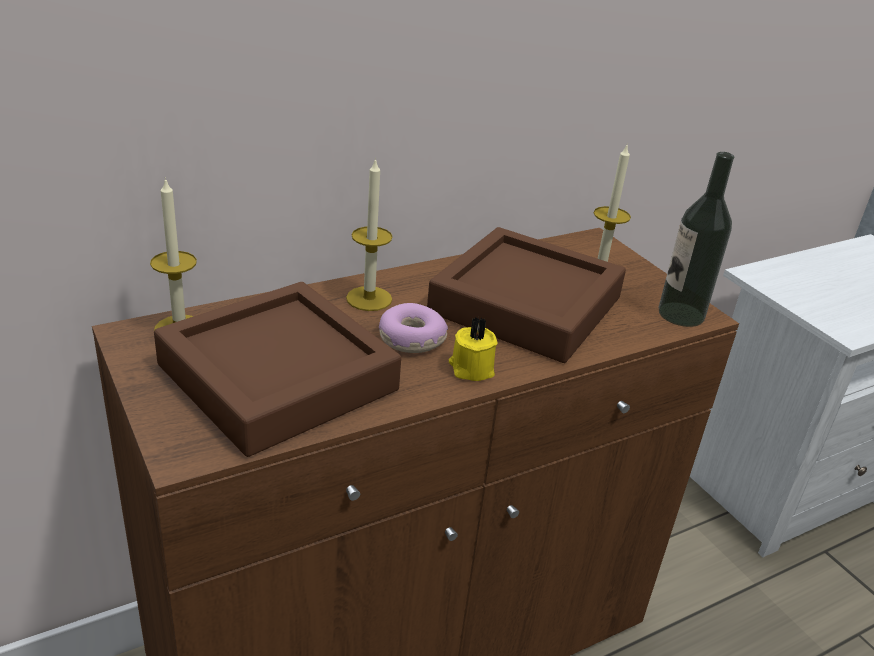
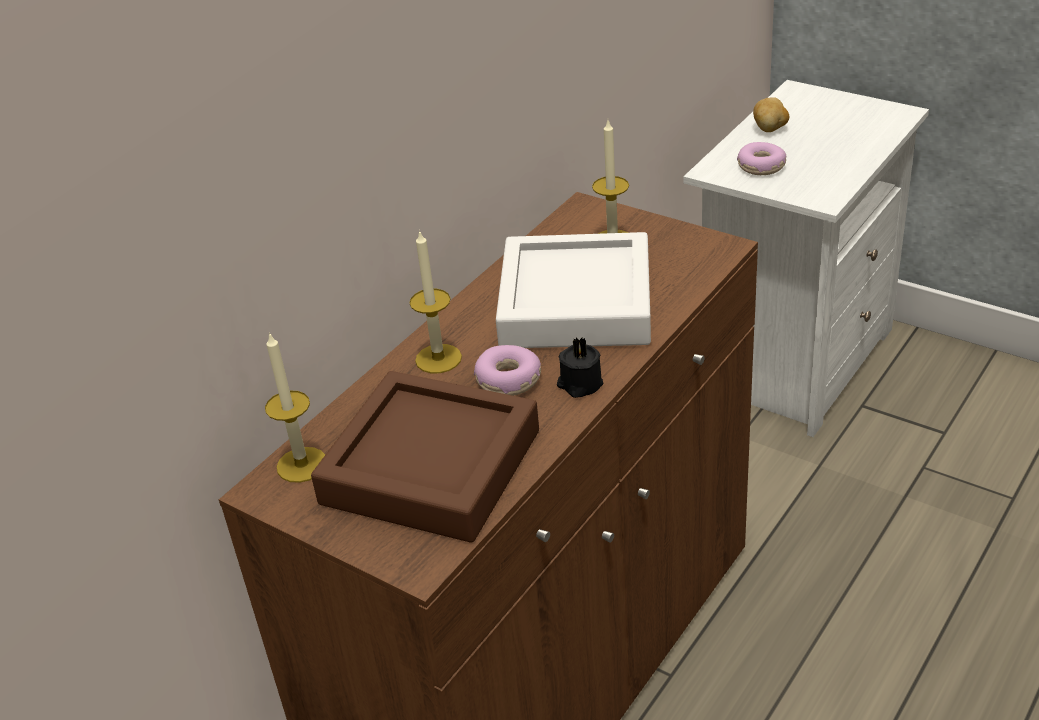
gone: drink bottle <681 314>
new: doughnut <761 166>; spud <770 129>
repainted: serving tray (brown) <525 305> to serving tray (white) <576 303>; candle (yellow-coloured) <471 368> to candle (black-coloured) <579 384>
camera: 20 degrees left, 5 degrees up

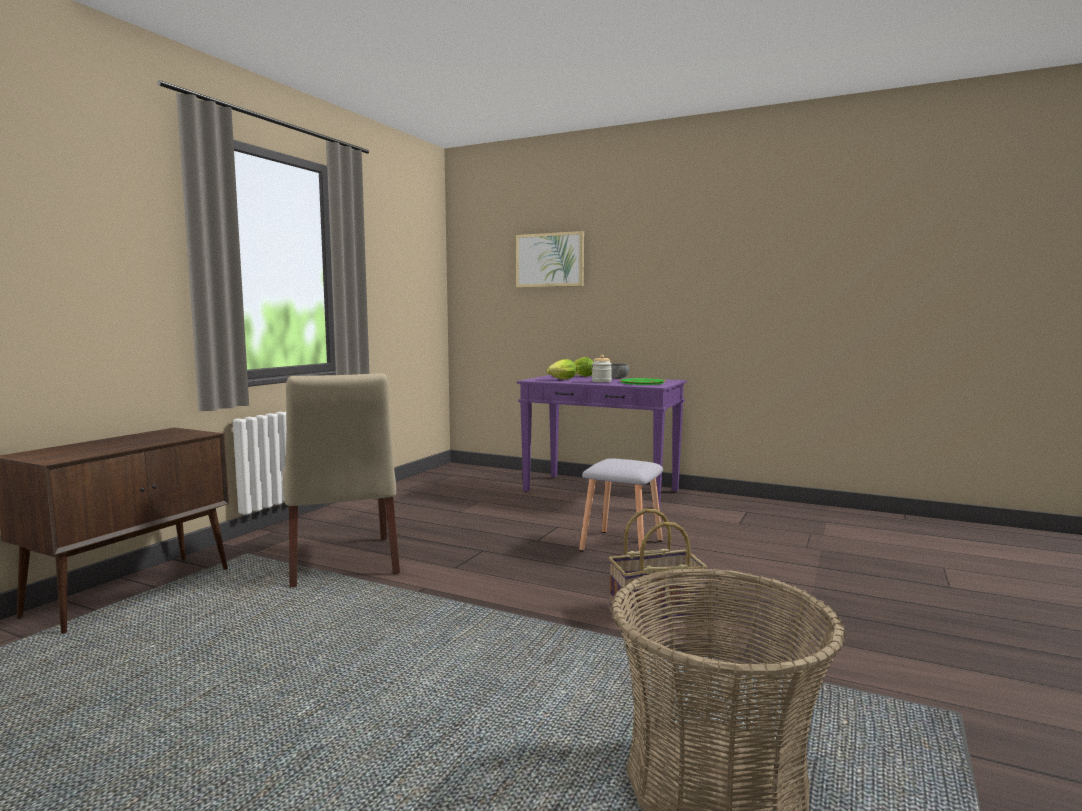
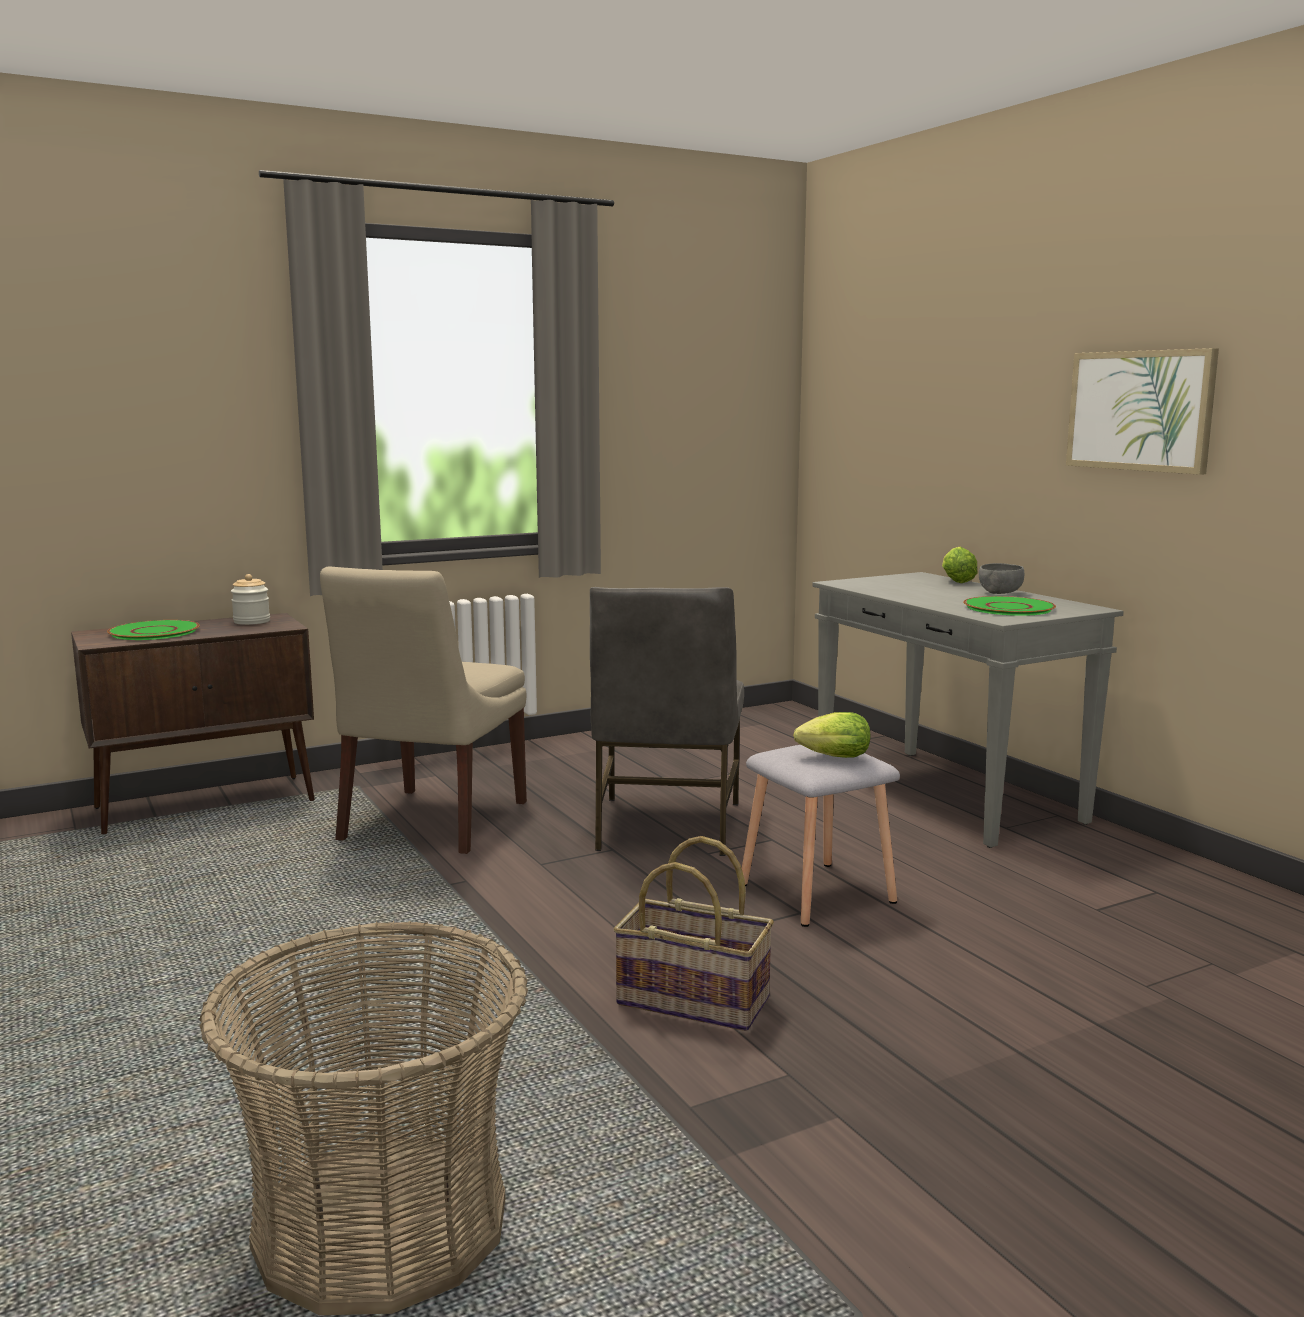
new: dinner plate (green) <154 632>; upright chair (greyish) <665 827>
shifted: picture <550 260> to <1140 410>; lettuce <561 379> to <830 757>; preserve jar <601 381> to <251 621>
repainted: hall table (purplish) <602 491> to hall table (greyish) <948 796>
camera: 35 degrees right, 5 degrees up

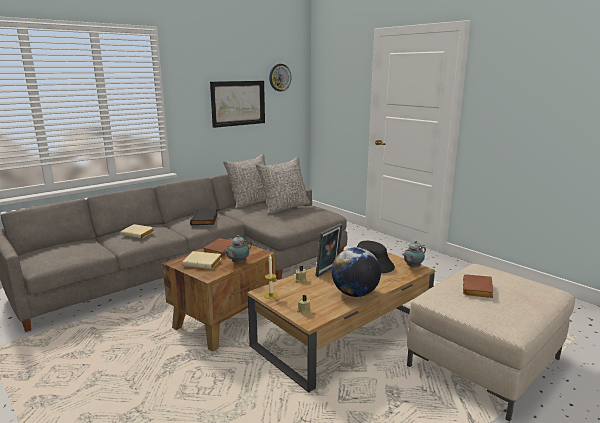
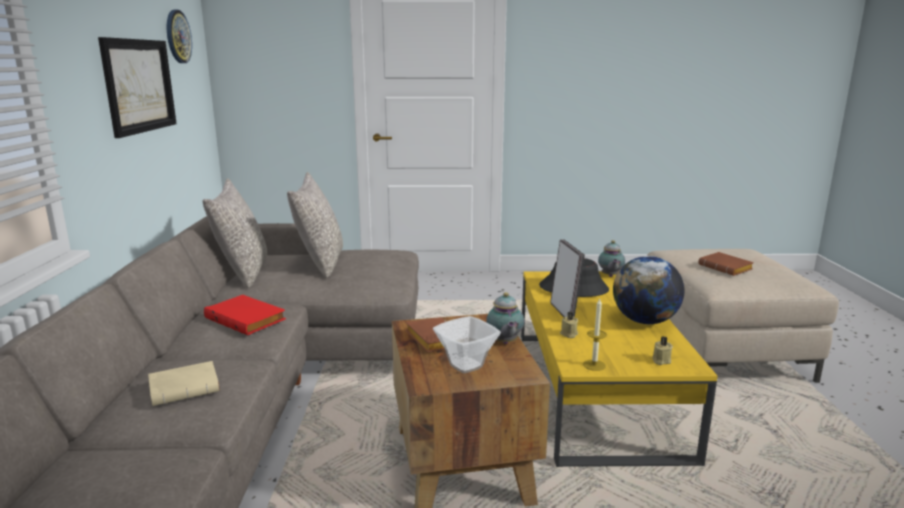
swapped: book (sand-coloured) <203 263> to deep dish <466 365>
repainted: book (black-coloured) <205 219> to book (red) <247 318>; low table (brown) <345 332> to low table (yellow-coloured) <595 389>
camera: 50 degrees left, 0 degrees up

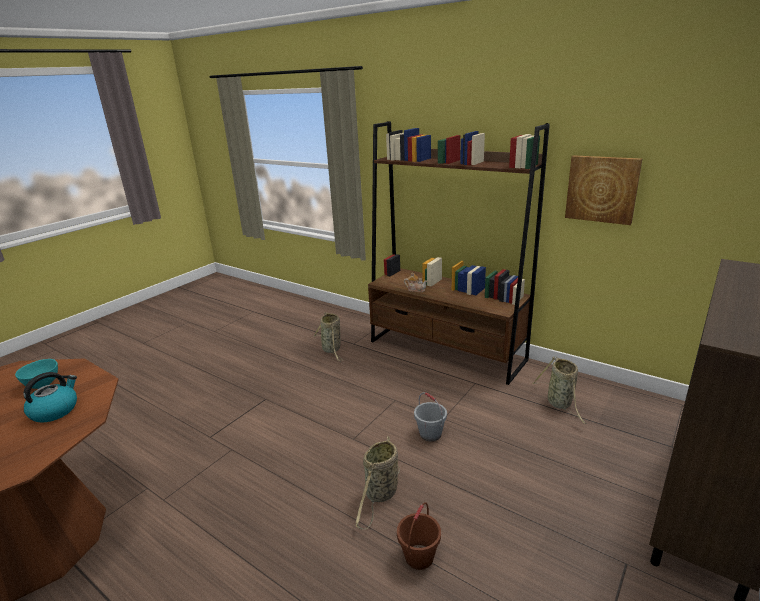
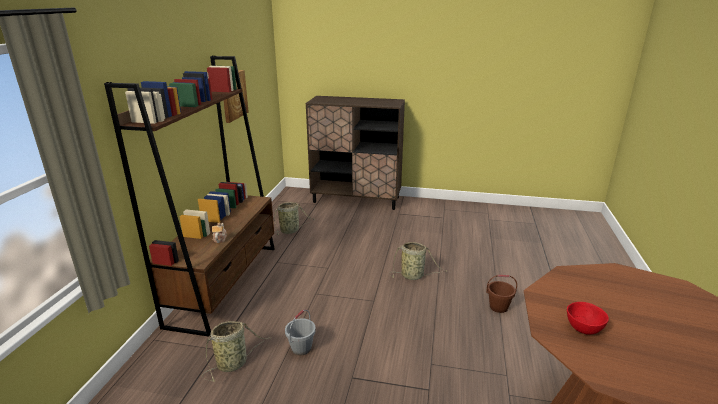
gone: water kettle <55 410>
shifted: water bucket (brown) <419 556> to <498 307>; water bucket (greyish) <430 434> to <301 348>
repainted: deep dish (blue-green) <43 384> to deep dish (red) <582 329>
camera: 115 degrees left, 0 degrees up

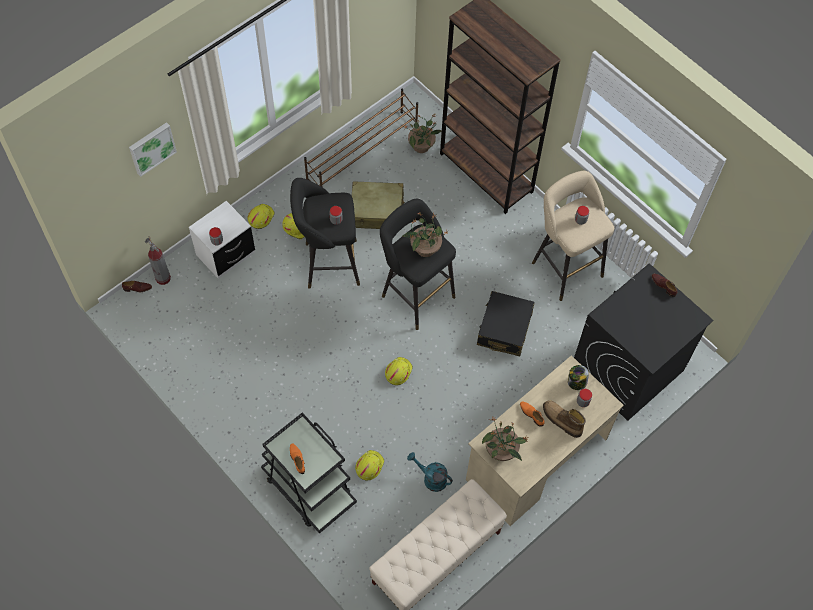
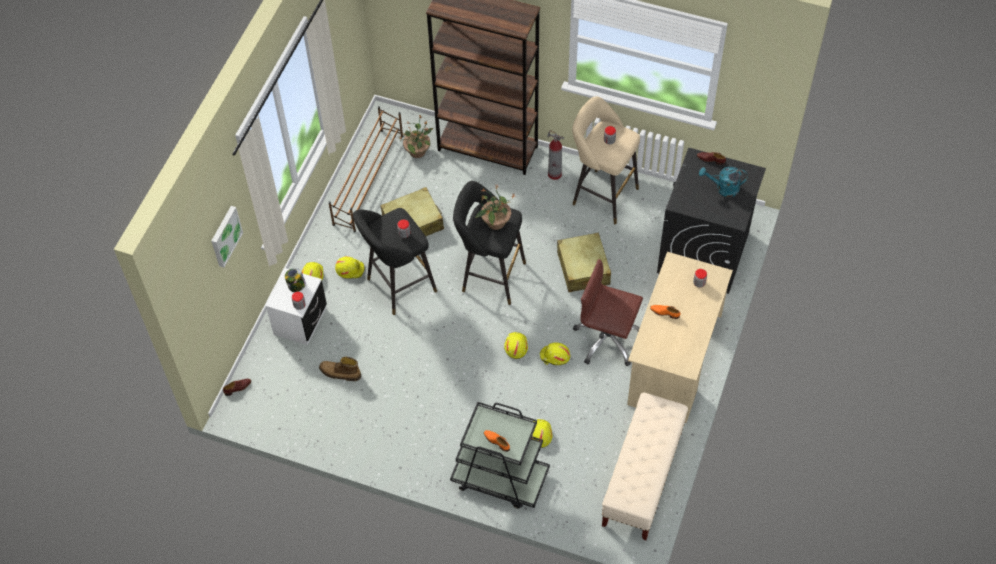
gone: potted plant <501 451>
new: hard hat (yellow-coloured) <555 356>; computer chair (brown) <607 339>
shifted: fire-fighting cylinder <163 278> to <555 174>; watering pot (blue-green) <431 478> to <723 188>; boot <561 420> to <340 373>; preserve jar <576 382> to <296 286>
repainted: piece of luggage (black-coloured) <504 329> to piece of luggage (sand-coloured) <583 268>
camera: 25 degrees left, 5 degrees down

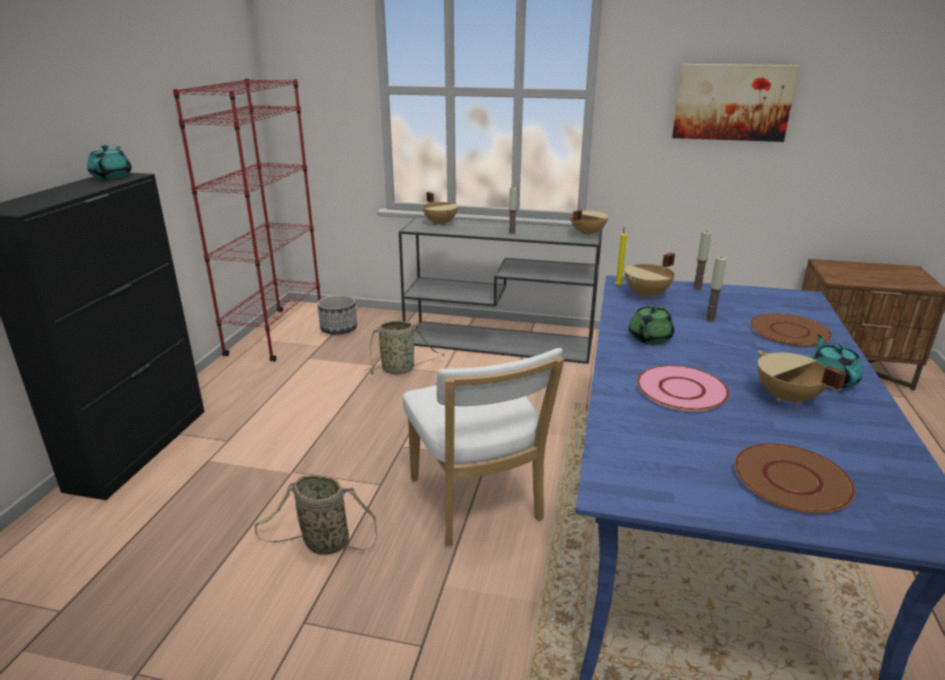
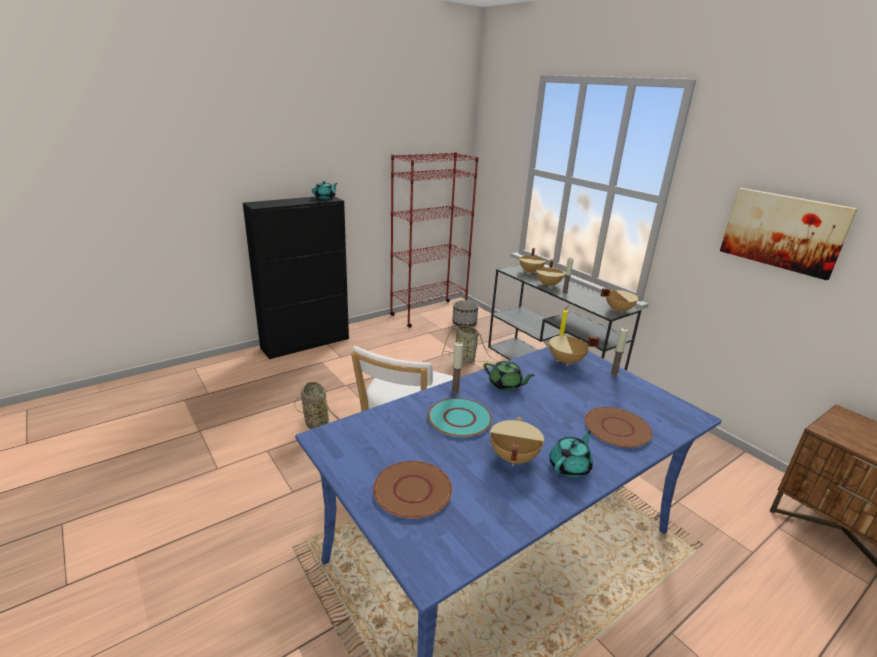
new: stockpot (sand-coloured) <548 285>
shifted: candle <710 319> to <455 391>
repainted: dinner plate (pinkish) <681 389> to dinner plate (blue-green) <459 418>
rotated: teapot (green) <649 338> = <506 385> 135 degrees counterclockwise
camera: 40 degrees right, 0 degrees up

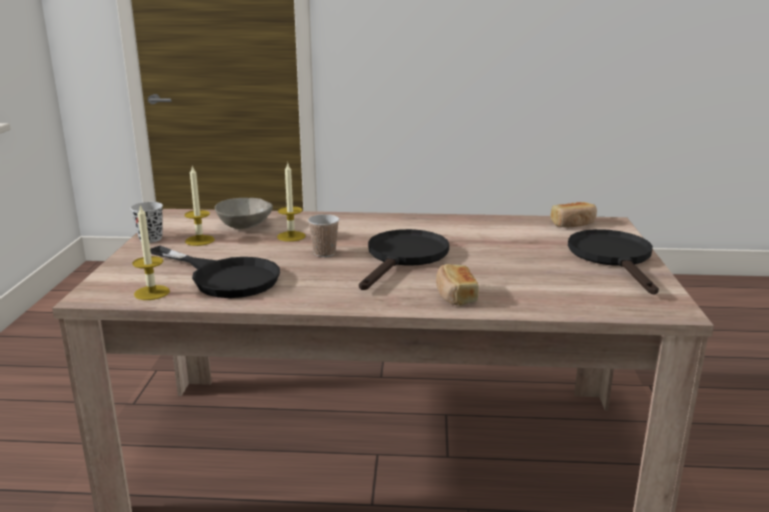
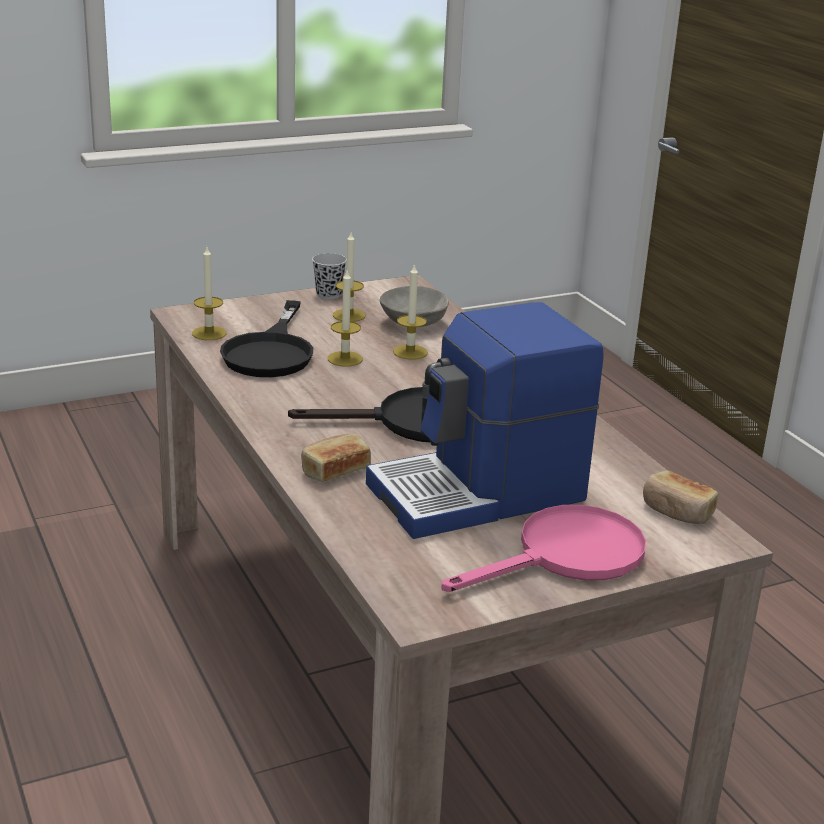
gone: small cup <324 253>
new: candle <345 359>; coffee brewer <479 493>
repainted: frying pan (black-coloured) <614 258> to frying pan (pinkish) <566 556>
camera: 60 degrees right, 5 degrees up

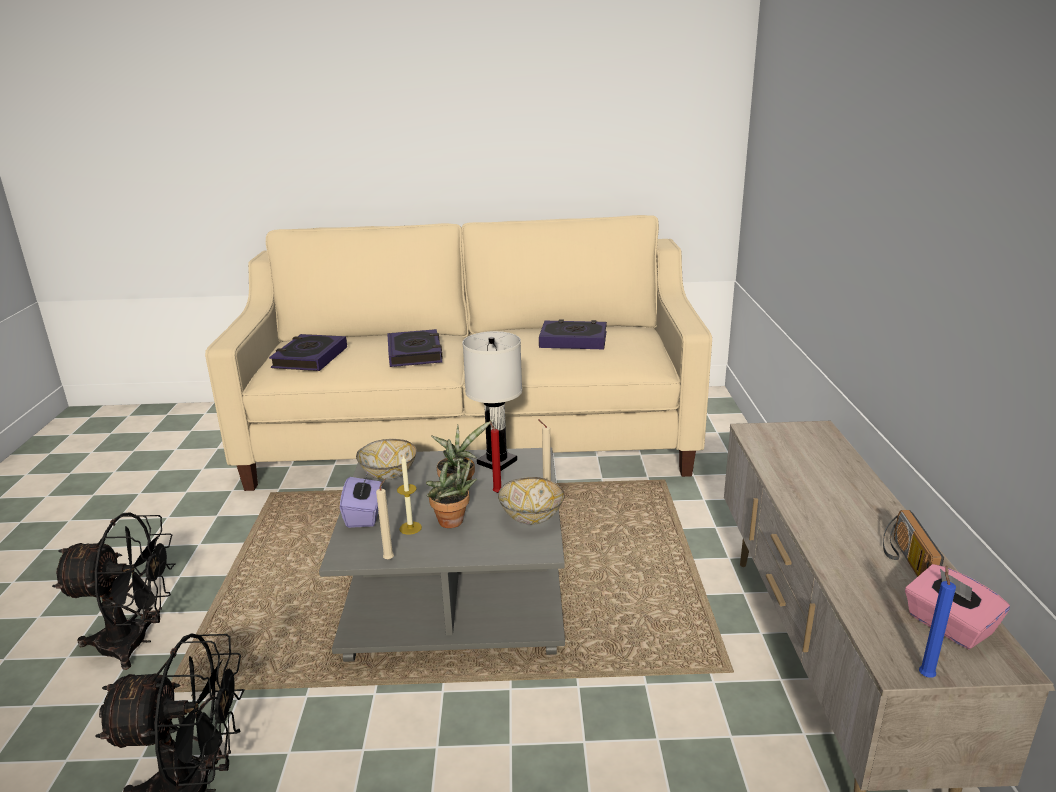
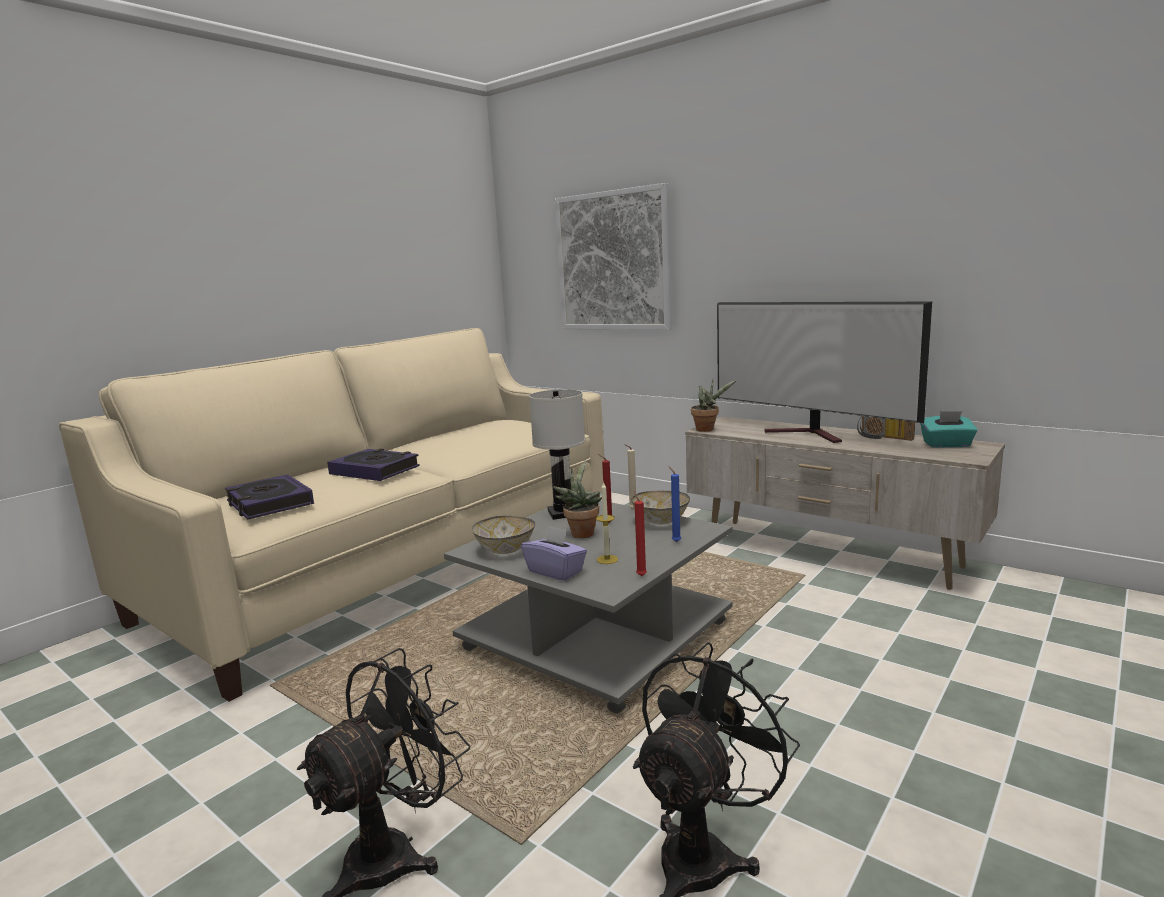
gone: book <573 340>
new: picture <613 261>; TV set <810 434>
shifted: potted plant <453 523> to <707 429>; candle (blue) <925 675> to <675 541>
repainted: candle (sand-coloured) <390 558> to candle (red) <640 575>; tissue holder (pinkish) <948 626> to tissue holder (blue-green) <947 445>
camera: 50 degrees left, 10 degrees down

